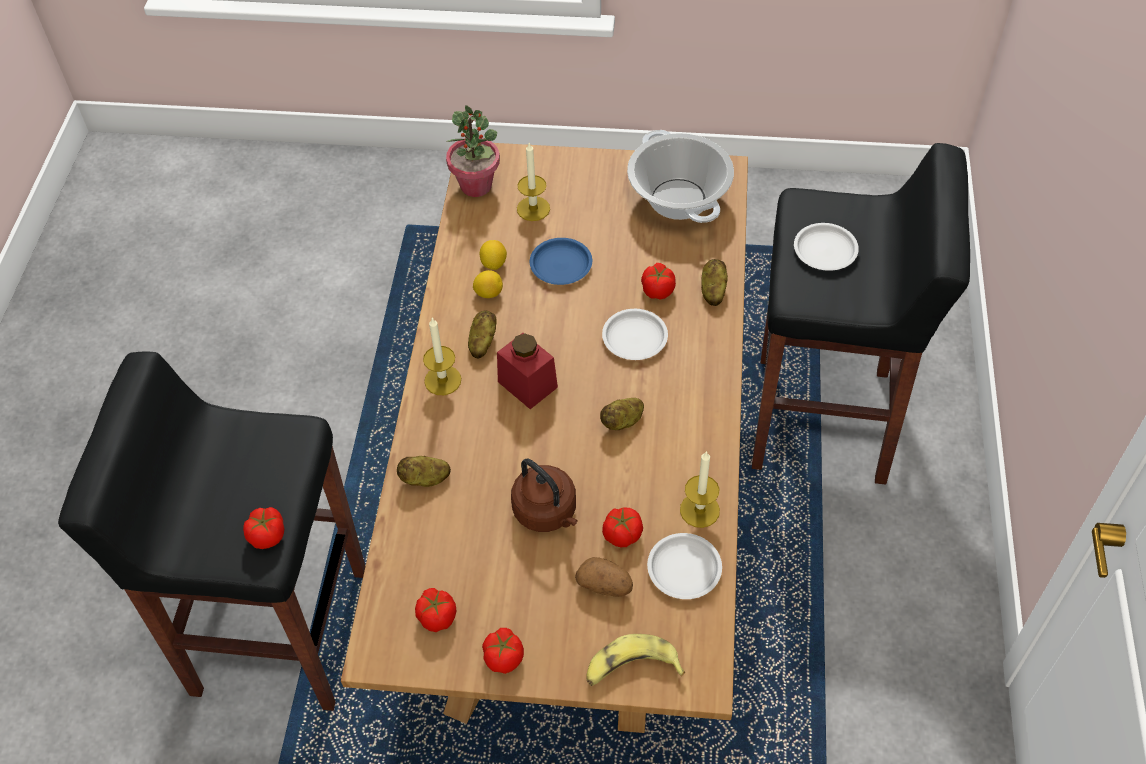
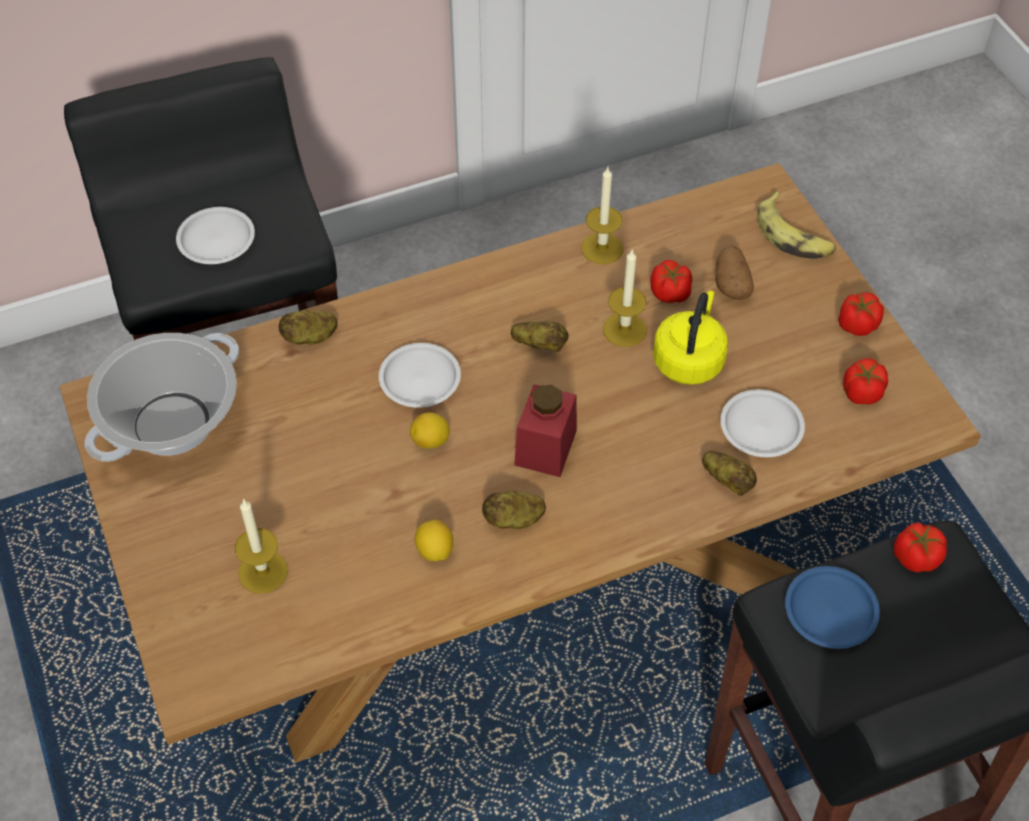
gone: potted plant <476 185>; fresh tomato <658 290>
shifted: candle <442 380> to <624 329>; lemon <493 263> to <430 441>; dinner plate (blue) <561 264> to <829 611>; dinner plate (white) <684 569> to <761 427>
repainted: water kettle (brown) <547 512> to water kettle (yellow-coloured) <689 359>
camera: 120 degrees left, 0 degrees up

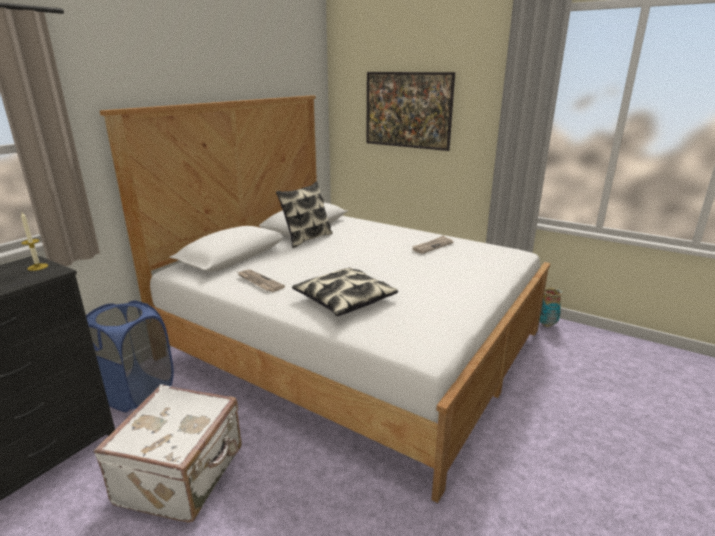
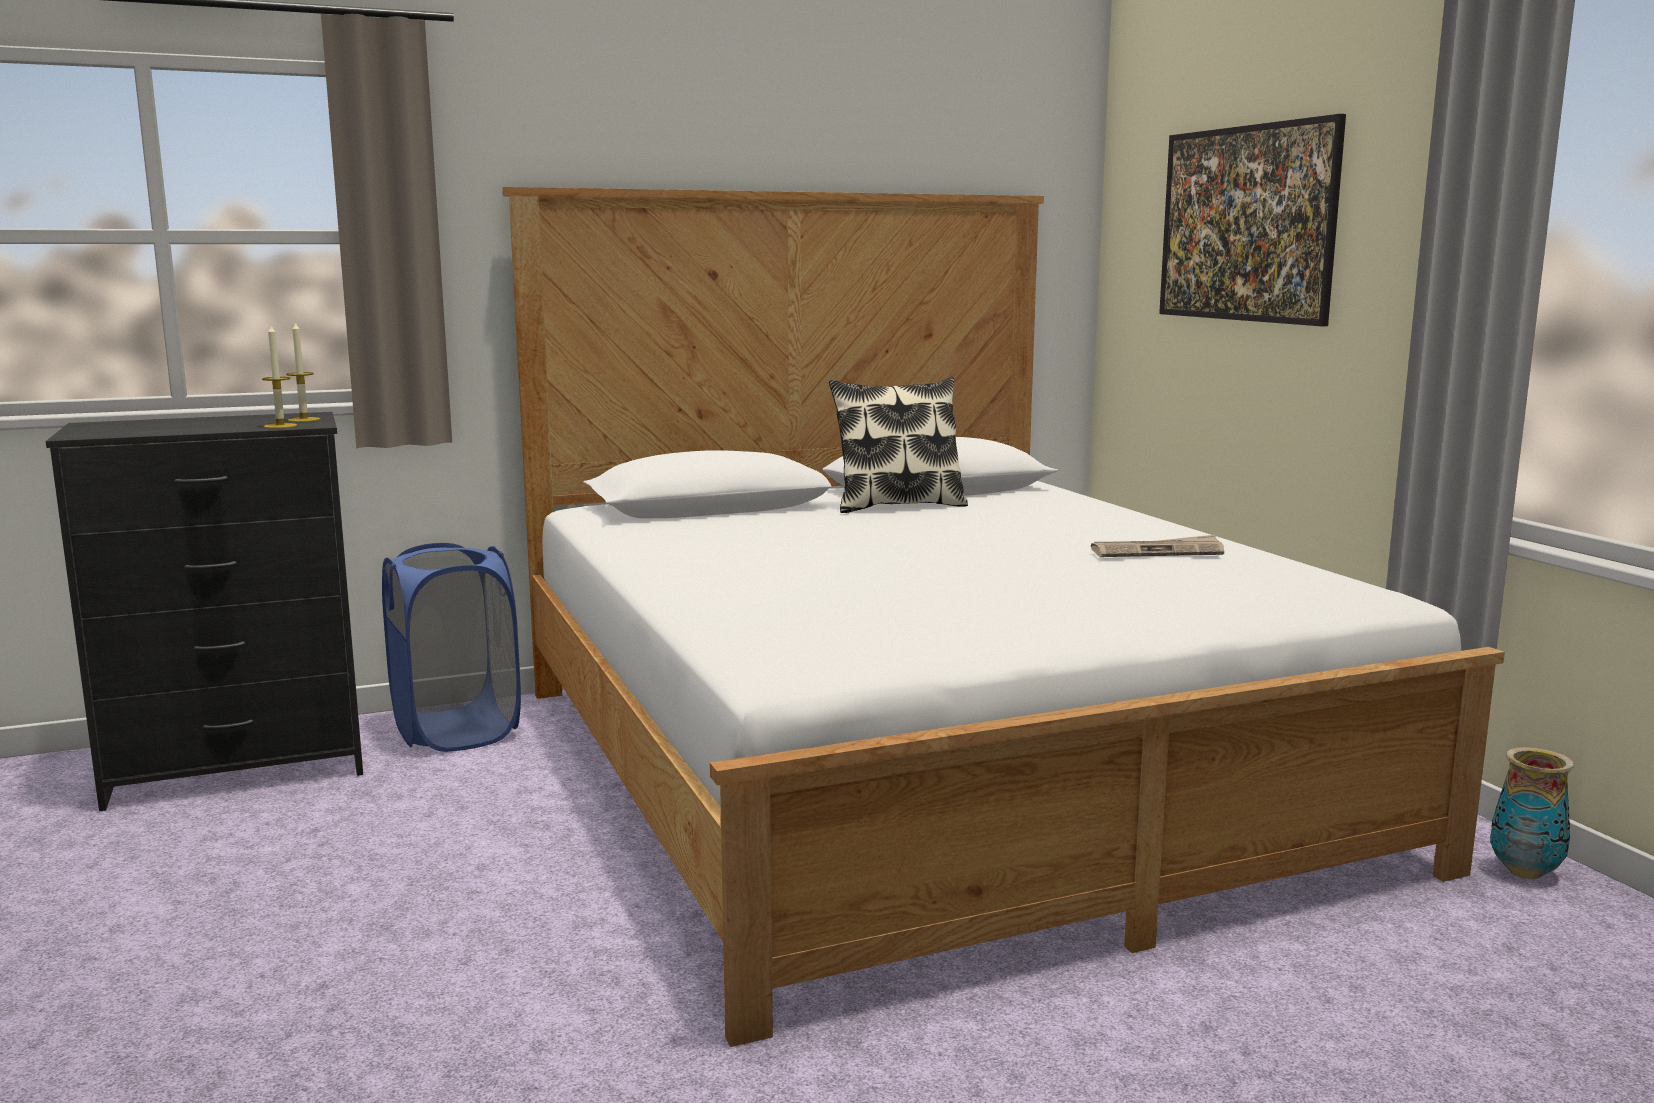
gone: piece of luggage (white) <183 475>; printed paper <259 282>; pillow <344 300>
new: candle <280 426>
camera: 35 degrees right, 10 degrees down

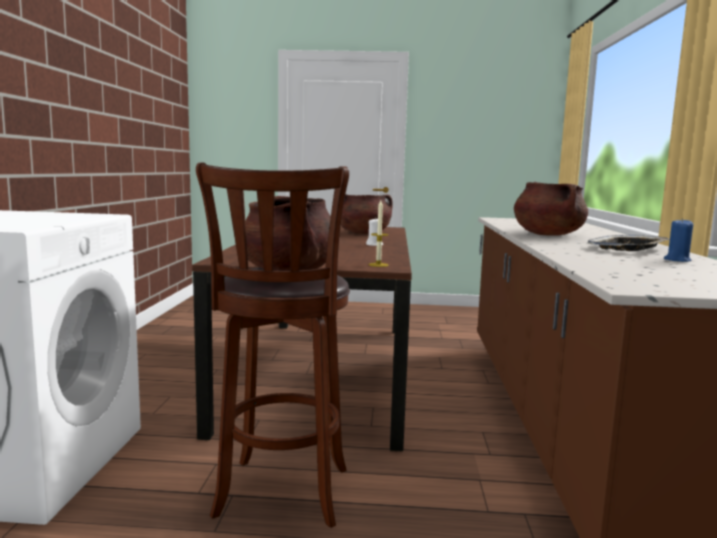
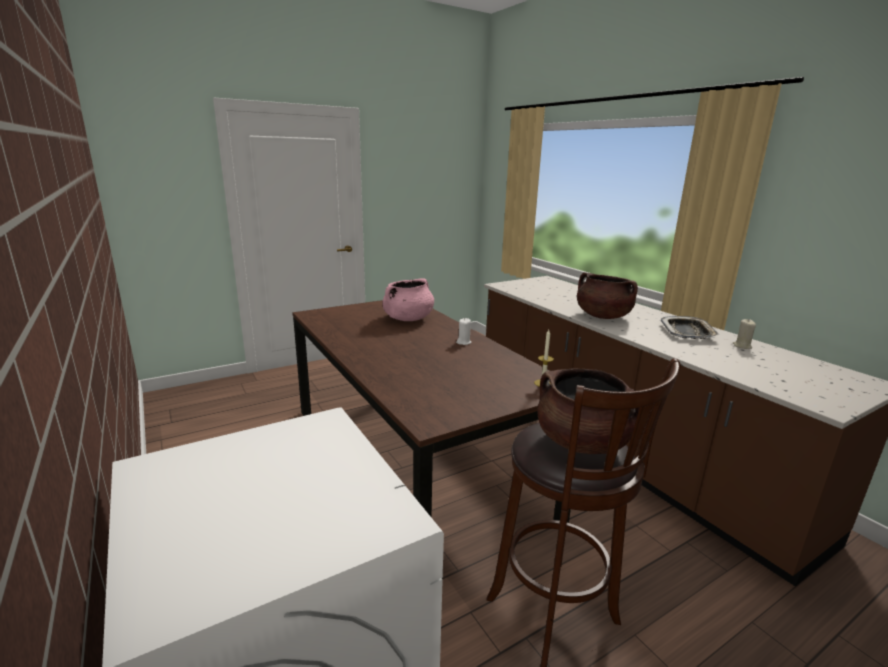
repainted: stockpot (brown) <363 233> to stockpot (pinkish) <408 319>; candle (blue) <677 260> to candle (sand-coloured) <742 346>
camera: 35 degrees left, 10 degrees up

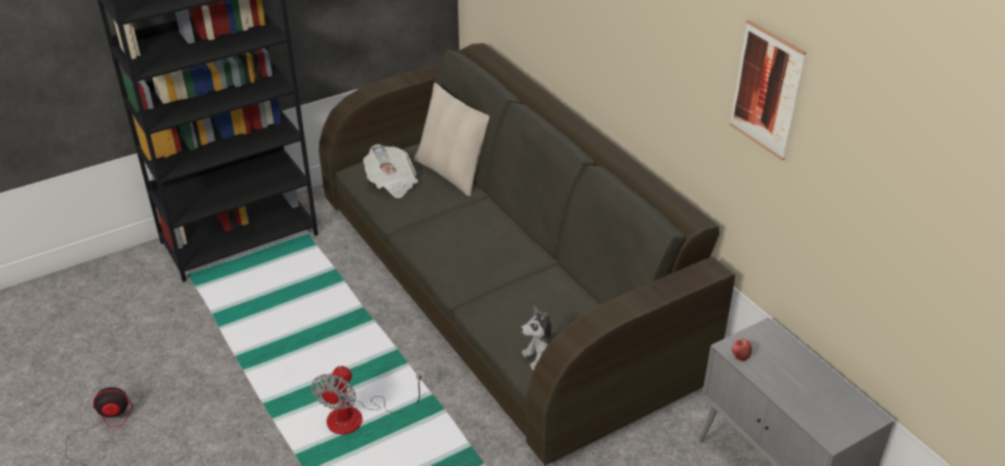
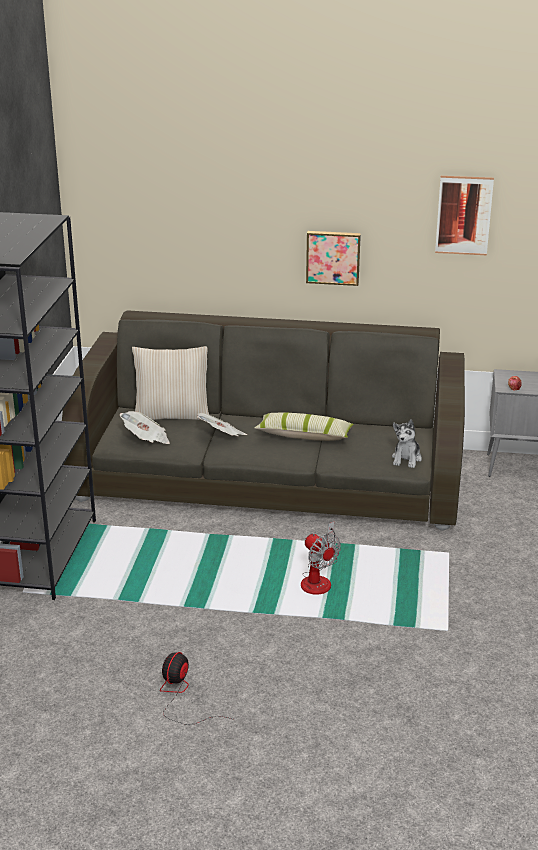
new: printed paper <222 436>; pillow <304 436>; picture <333 257>
camera: 50 degrees left, 10 degrees down

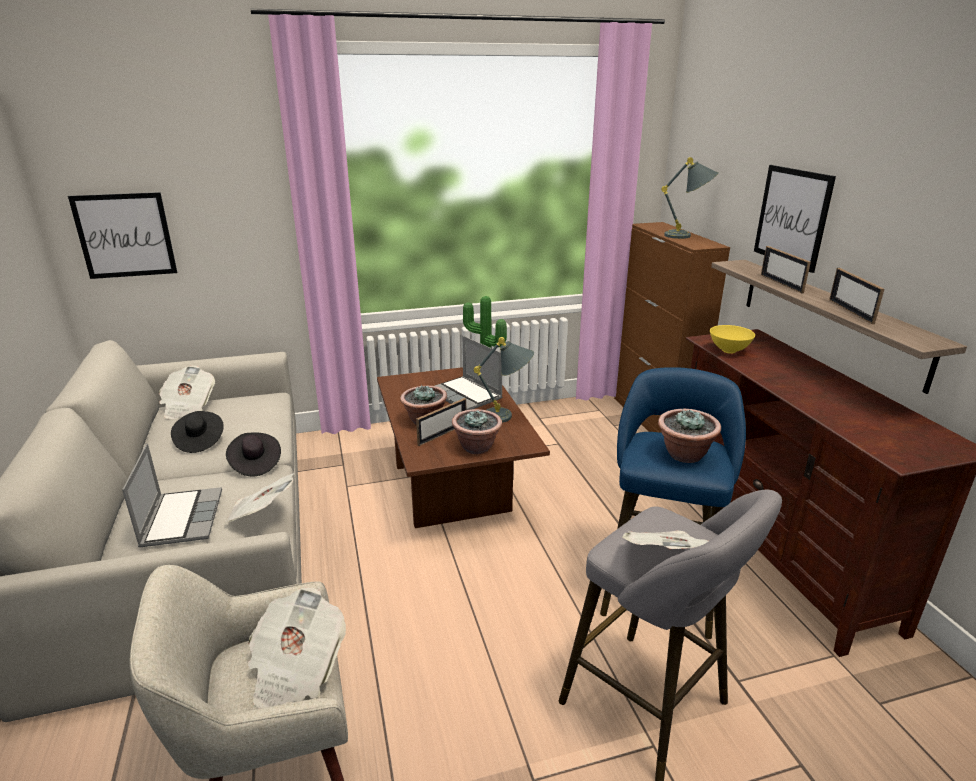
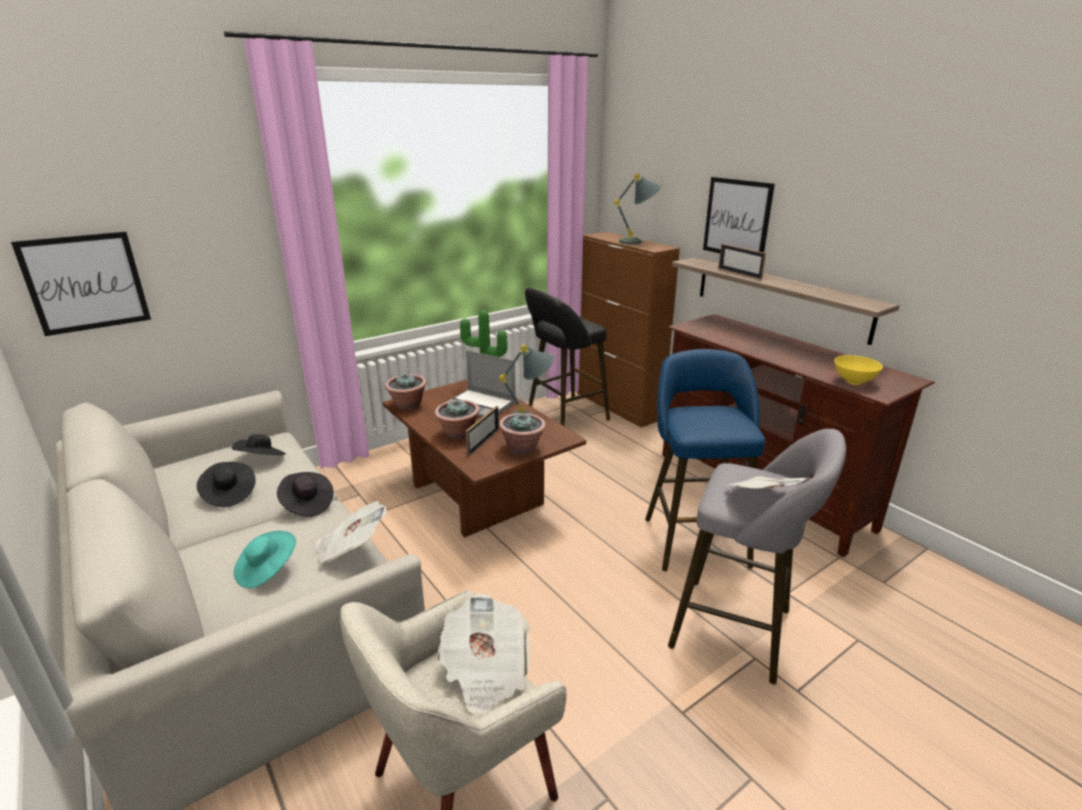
gone: printed paper <188 406>; picture frame <850 311>
new: clothing hat (black-coloured) <261 459>; stool seat (black-coloured) <564 417>
shifted: potted plant <684 455> to <408 405>; deep dish (yellow-coloured) <729 351> to <854 382>
swapped: portable computer <181 518> to clothing hat (blue-green) <267 570>
camera: 20 degrees left, 0 degrees up

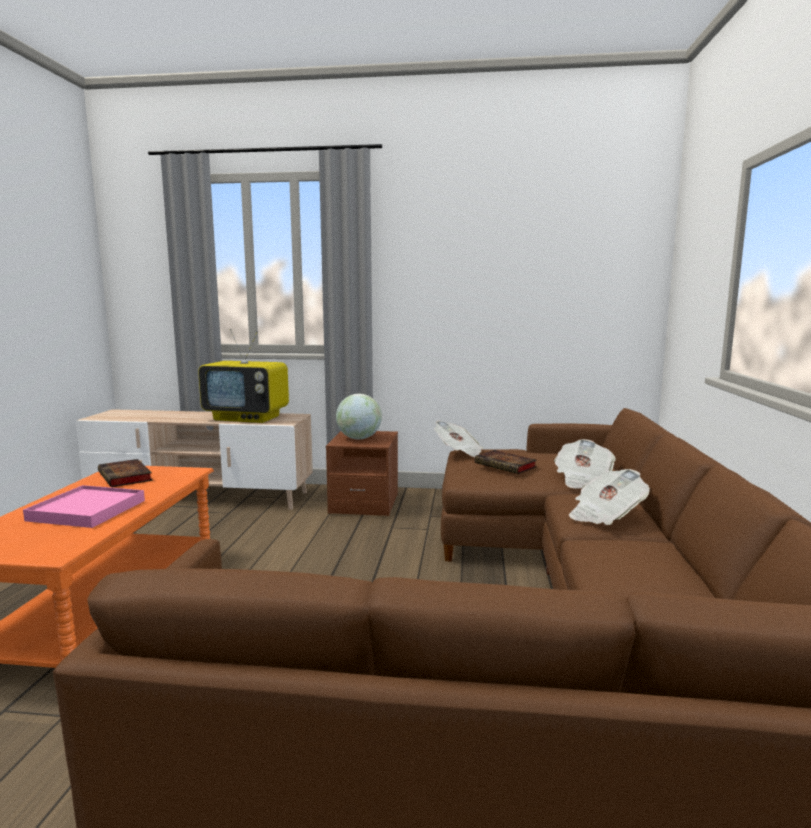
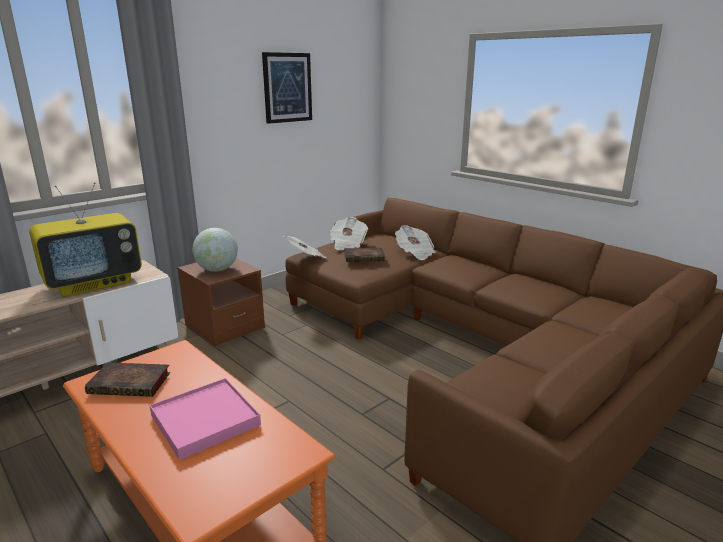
new: picture <287 87>
shifted: printed paper <605 515> to <347 244>
camera: 50 degrees left, 10 degrees up

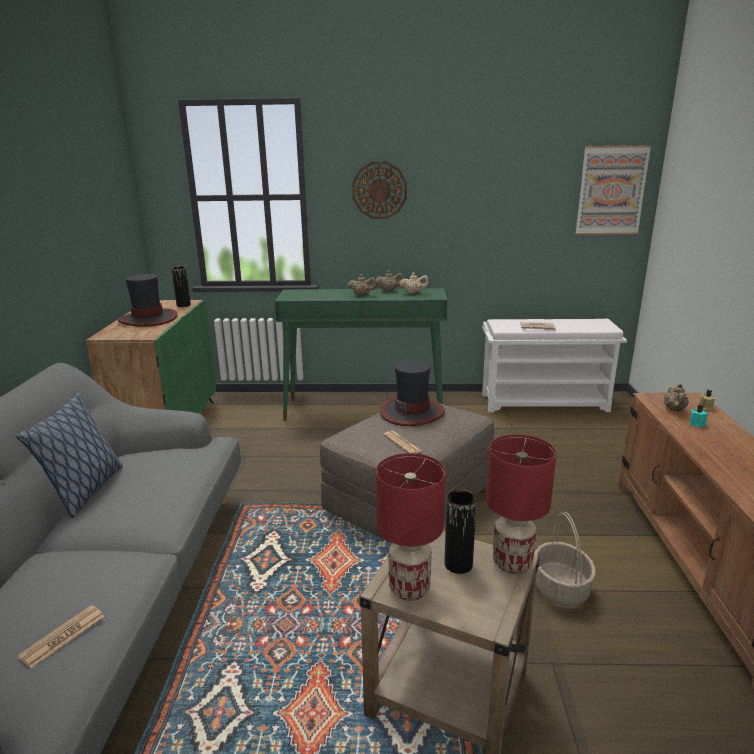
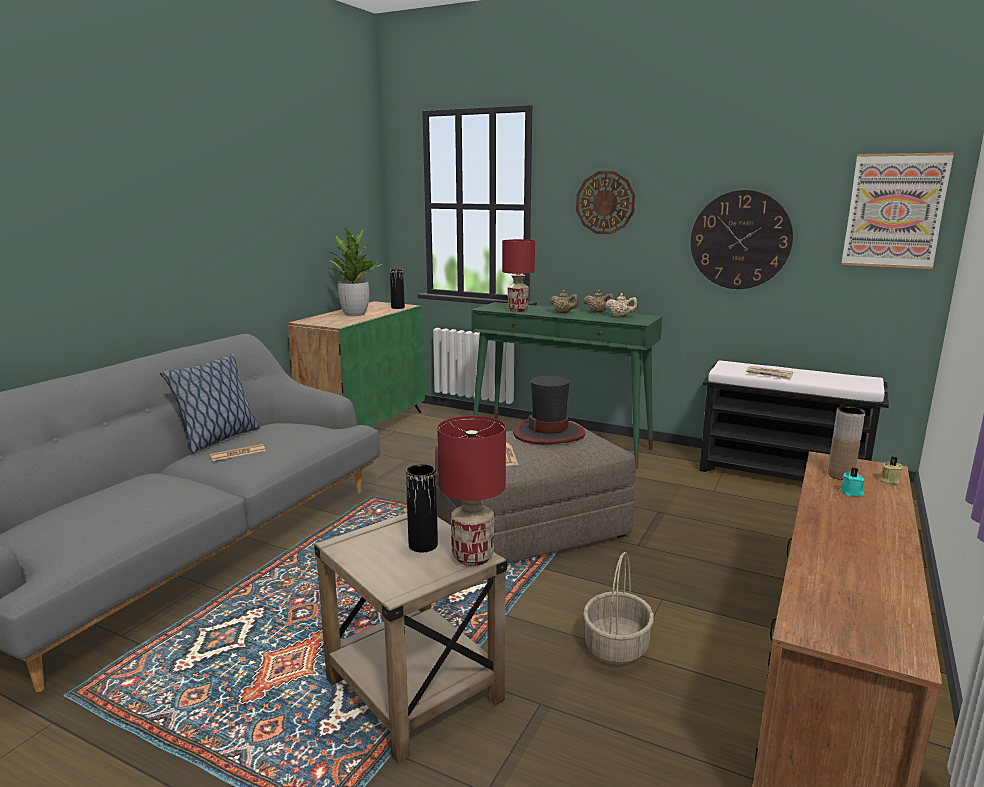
new: hanging clock <740 240>
shifted: printed paper <63 636> to <238 453>; lamp for a table (red) <408 589> to <517 310>
swapped: clothing hat <148 319> to potted plant <355 314>; teapot (sand-coloured) <674 410> to decorative vase (brown) <840 475>
repainted: long seat (white) <545 402> to long seat (black-coloured) <782 474>
camera: 25 degrees right, 5 degrees down

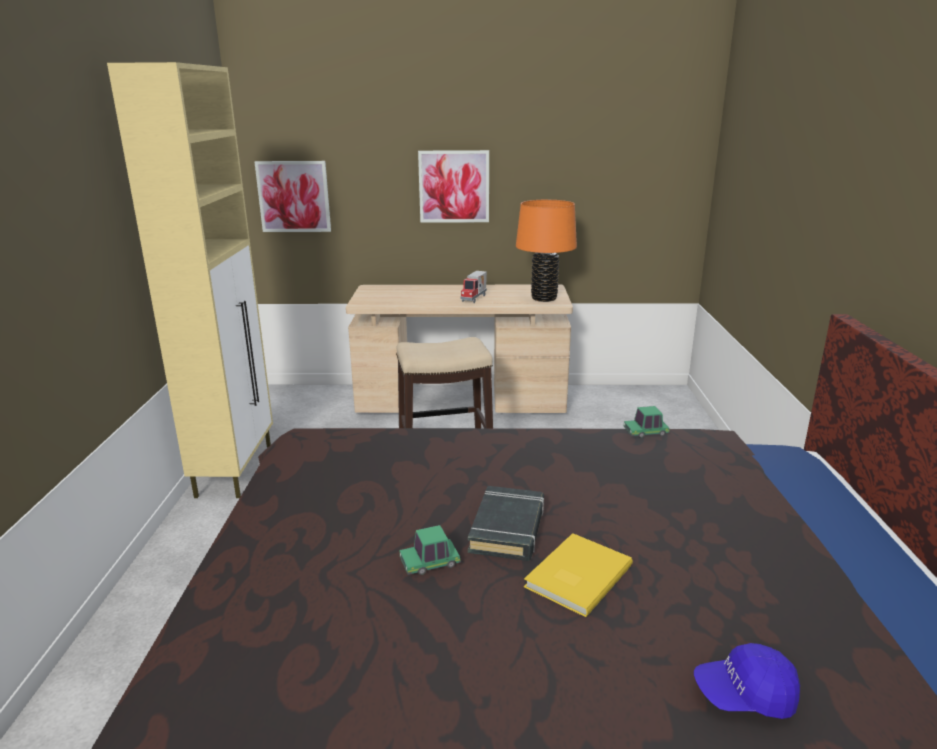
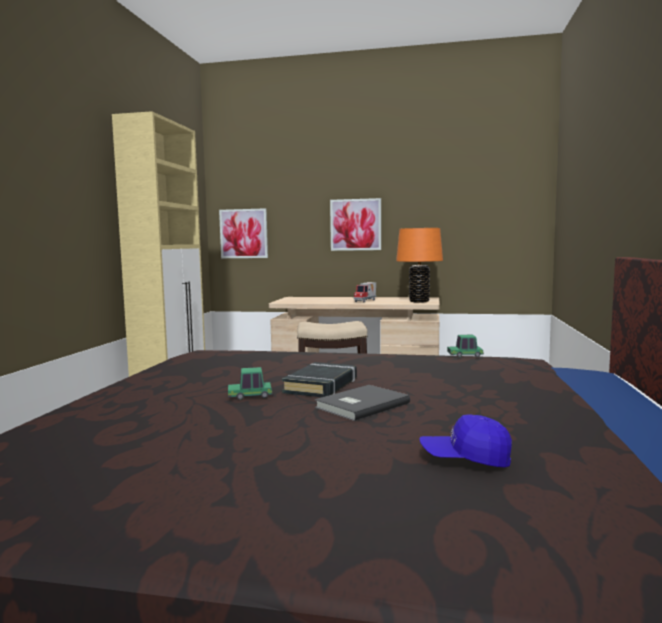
repainted: book (yellow-coloured) <575 576> to book (greyish) <360 405>
camera: 10 degrees right, 15 degrees down

